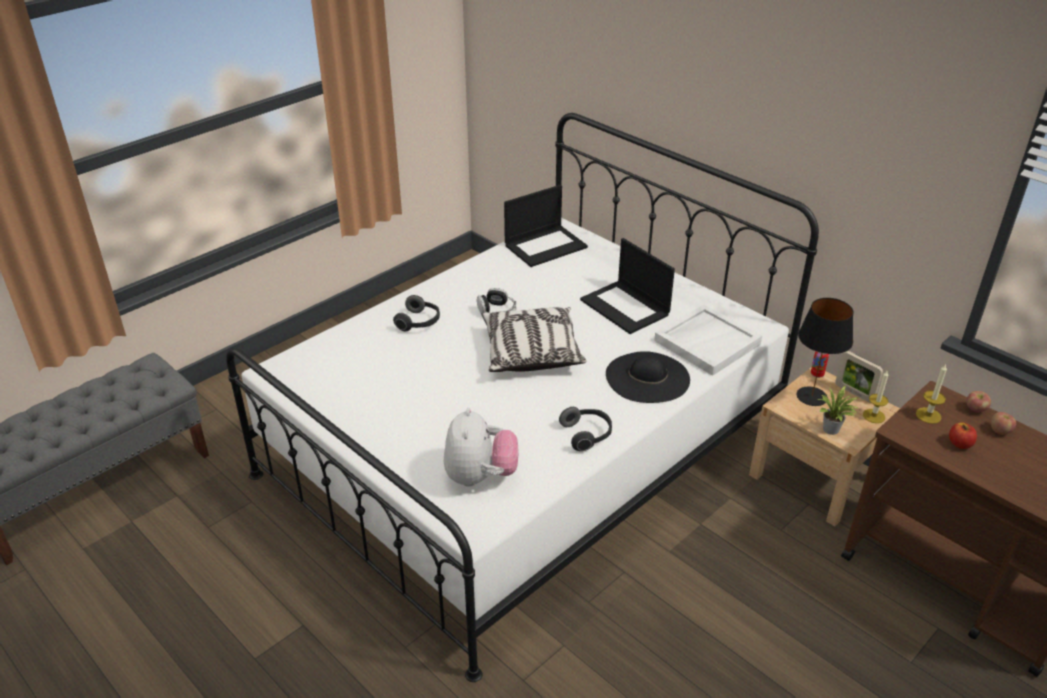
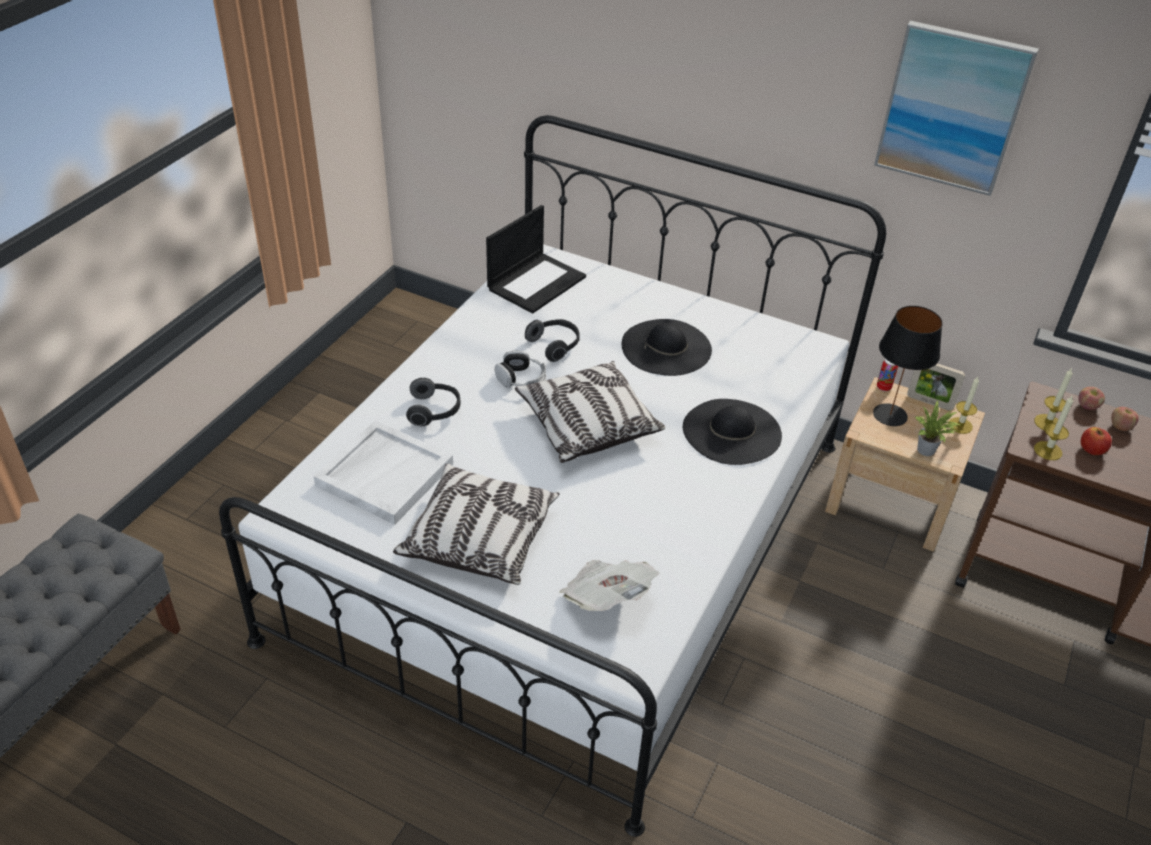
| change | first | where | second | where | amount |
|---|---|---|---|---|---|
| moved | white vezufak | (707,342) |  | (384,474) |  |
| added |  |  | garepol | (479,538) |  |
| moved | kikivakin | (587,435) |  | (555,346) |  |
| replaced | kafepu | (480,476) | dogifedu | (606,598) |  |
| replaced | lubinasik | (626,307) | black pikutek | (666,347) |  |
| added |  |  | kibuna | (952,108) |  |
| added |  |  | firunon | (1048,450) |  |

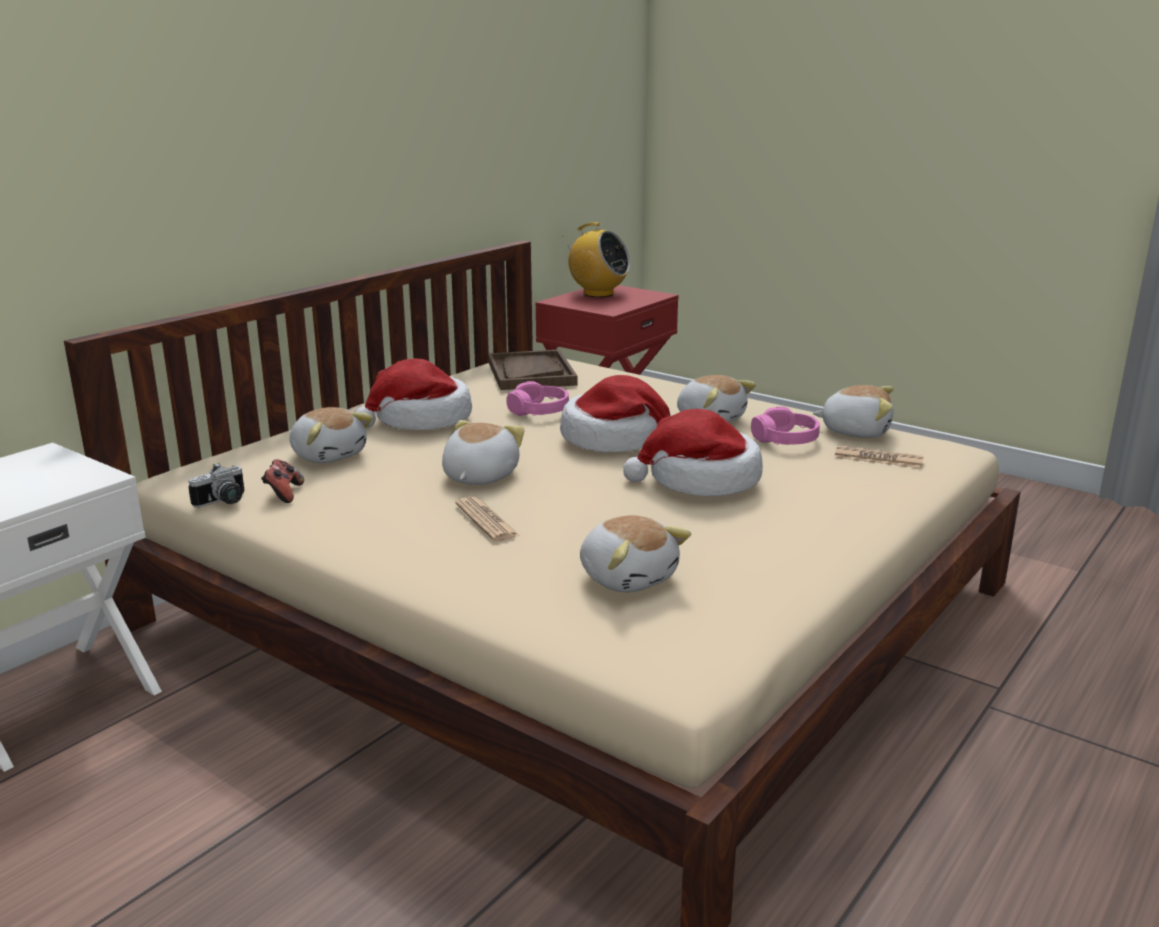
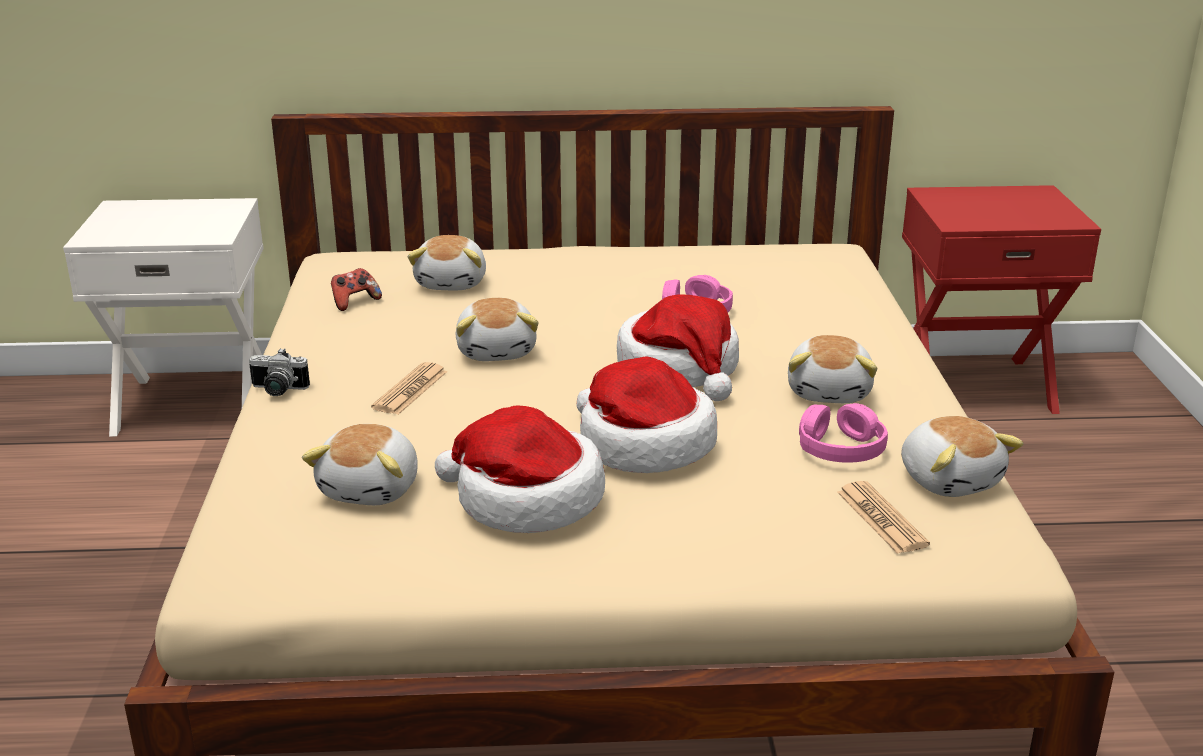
| change | first | where | second | where | amount |
|---|---|---|---|---|---|
| moved | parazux | (223,502) |  | (277,391) |  |
| moved | pikutek | (420,419) |  | (525,499) |  |
| turned | kafepu | (478,476) |  | (497,351) | 105 degrees clockwise |
| removed | brown vezufak | (531,373) |  |  |  |
| removed | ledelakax | (598,294) |  |  |  |

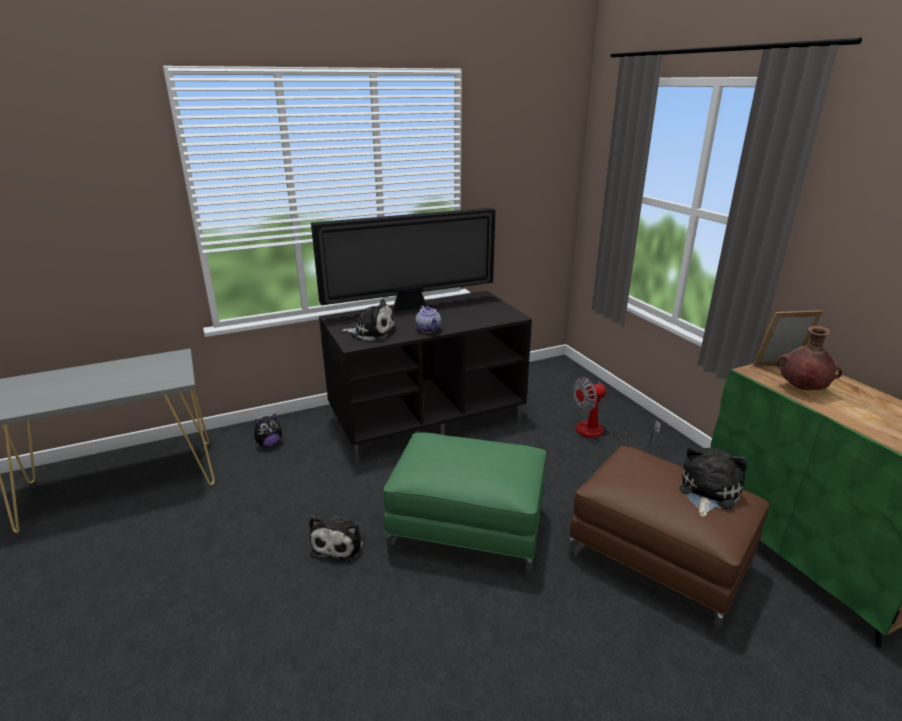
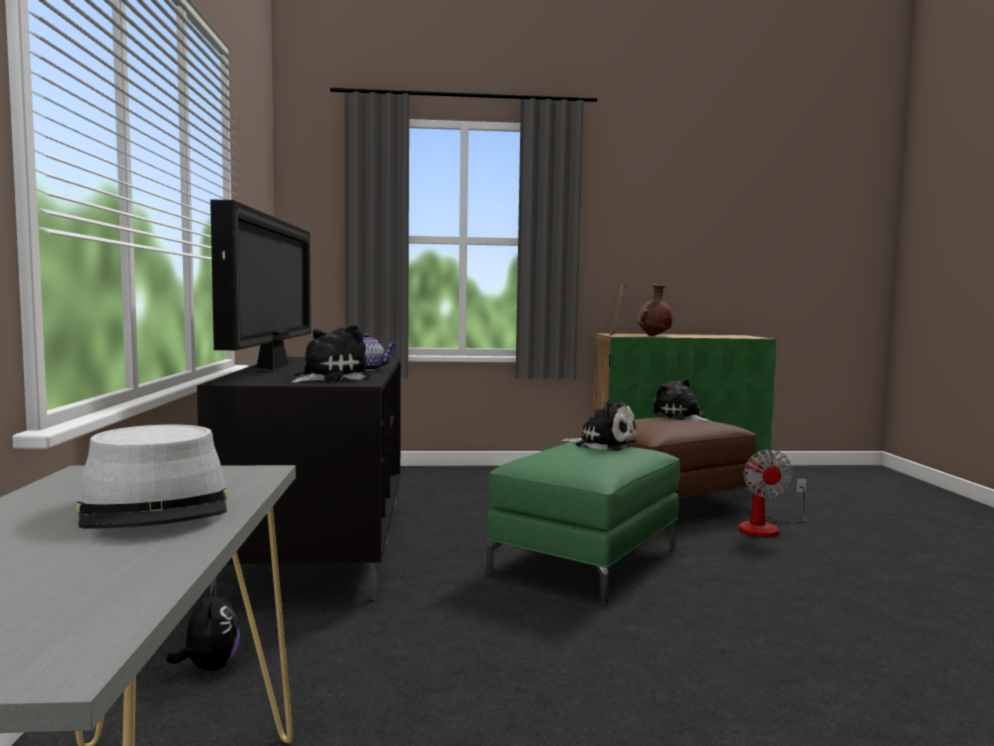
| change | first | where | second | where | amount |
|---|---|---|---|---|---|
| added |  |  | grey pikutek | (156,506) |  |
| moved | kafepu | (339,543) |  | (603,445) |  |
| moved | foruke | (600,433) |  | (766,528) |  |

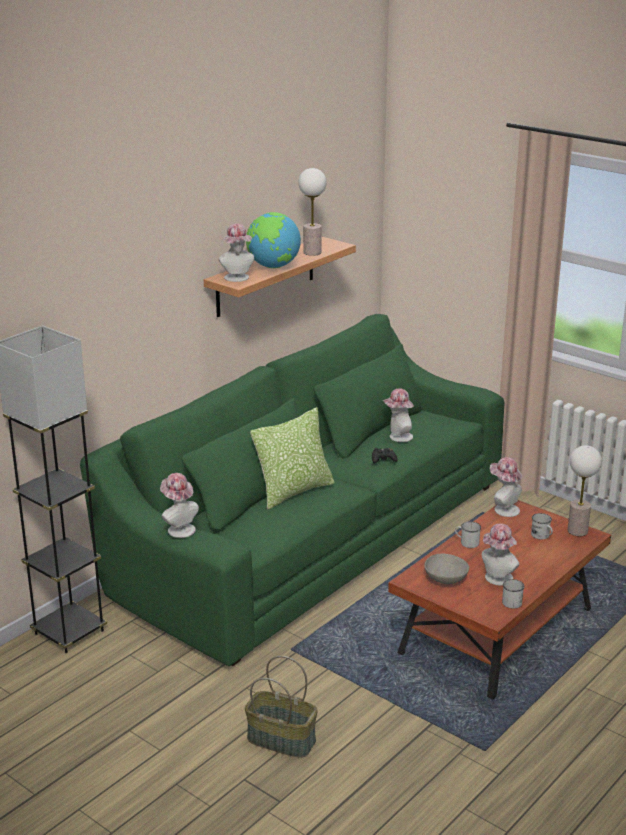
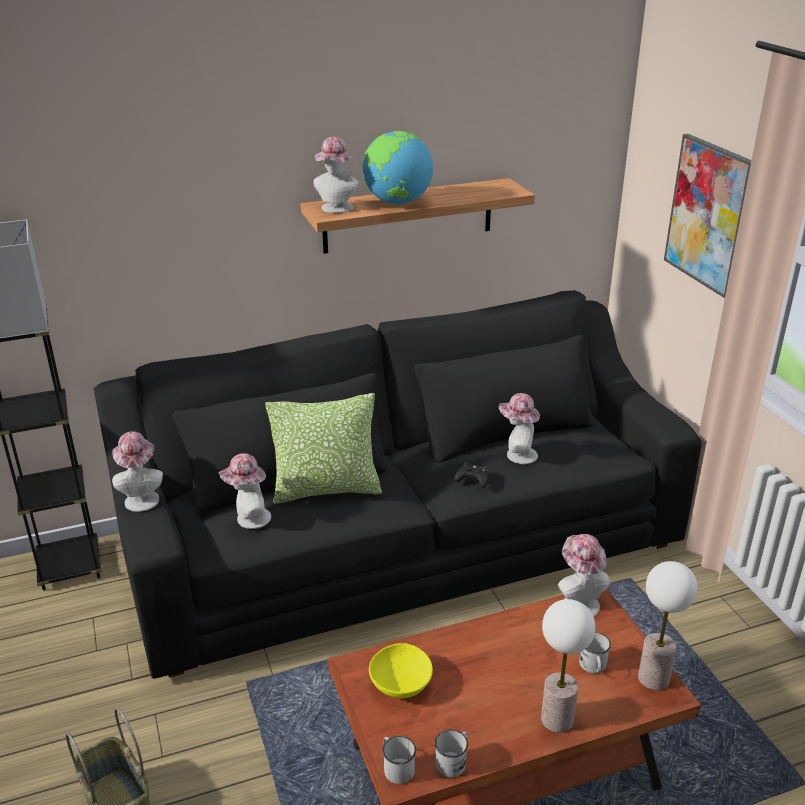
| change | first | where | second | where | amount |
|---|---|---|---|---|---|
| recoloured | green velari | (312,537) | black velari | (403,541) |  |
| moved | pikutek | (497,579) |  | (249,519) |  |
| recoloured | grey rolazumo | (445,579) | yellow rolazumo | (400,684) |  |
| moved | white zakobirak | (466,542) |  | (396,767) |  |
| moved | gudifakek | (312,252) |  | (557,720) |  |
| added |  |  | kibuna | (708,214) |  |

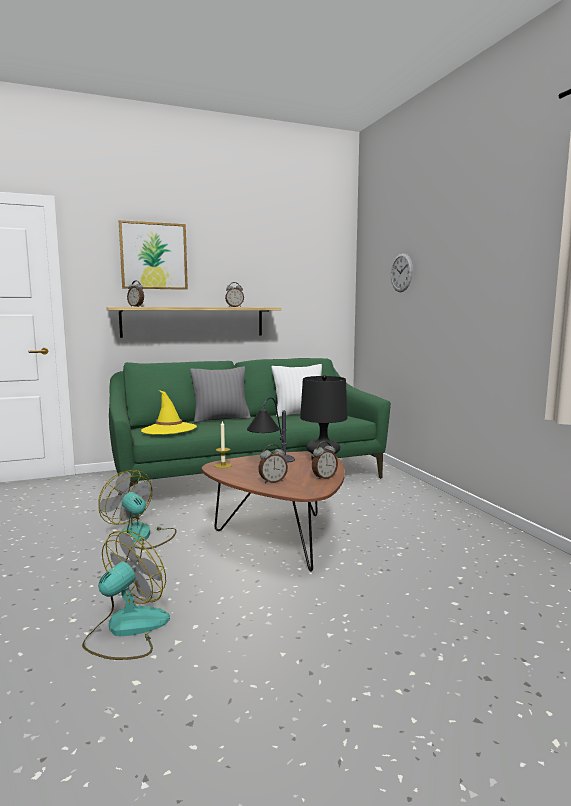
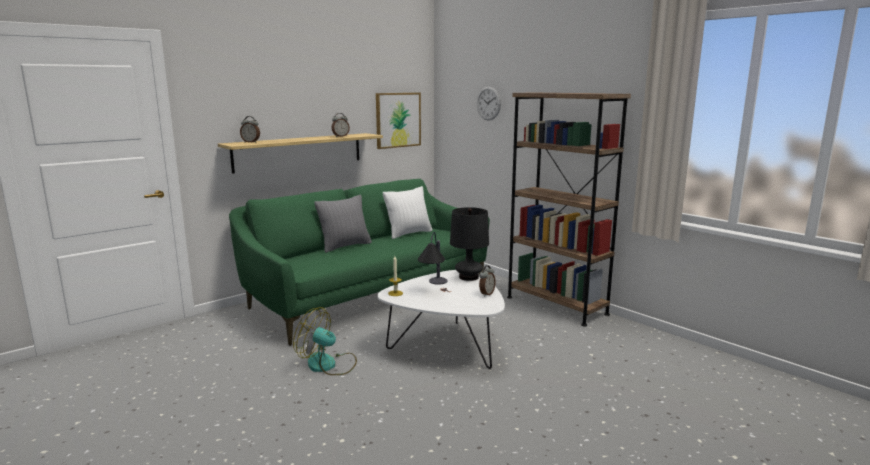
| change | first | where | second | where | amount |
|---|---|---|---|---|---|
| moved | kibuna | (153,256) |  | (398,120) |  |
| recoloured | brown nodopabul | (282,538) | white nodopabul | (446,346) |  |
| added |  |  | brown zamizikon | (556,305) |  |
| removed | foruke | (126,630) |  |  |  |
| removed | yellow pikutek | (169,429) |  |  |  |
| removed | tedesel | (272,481) |  |  |  |

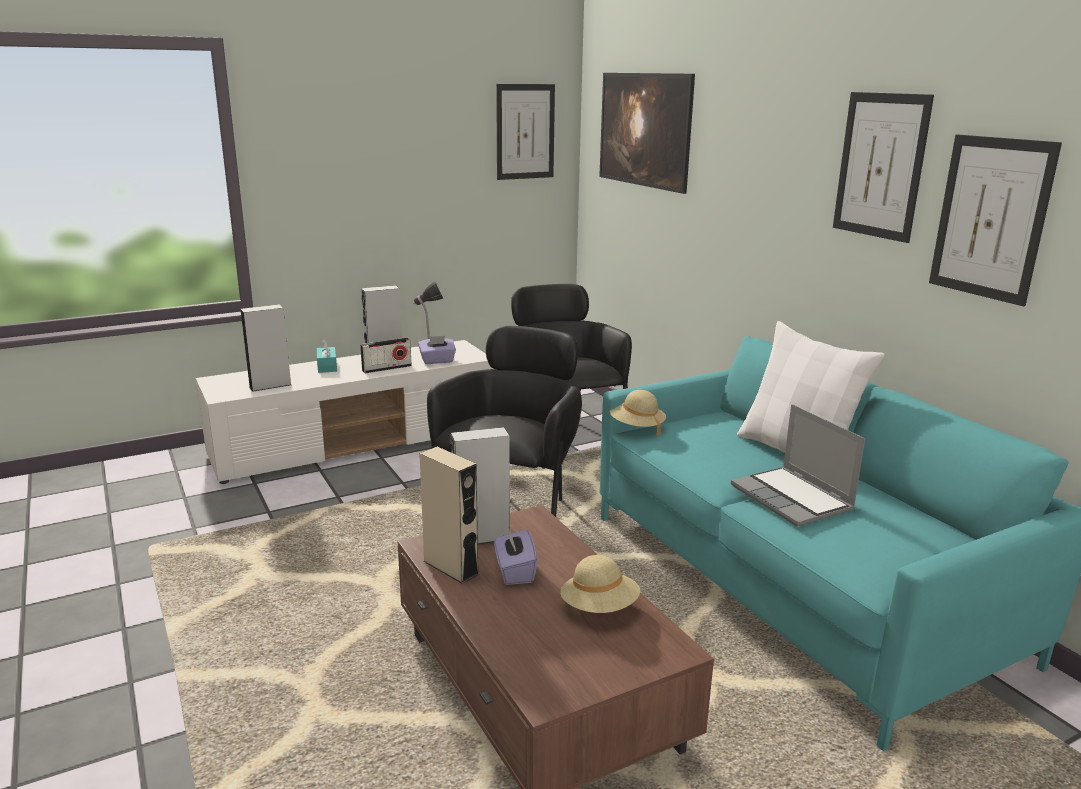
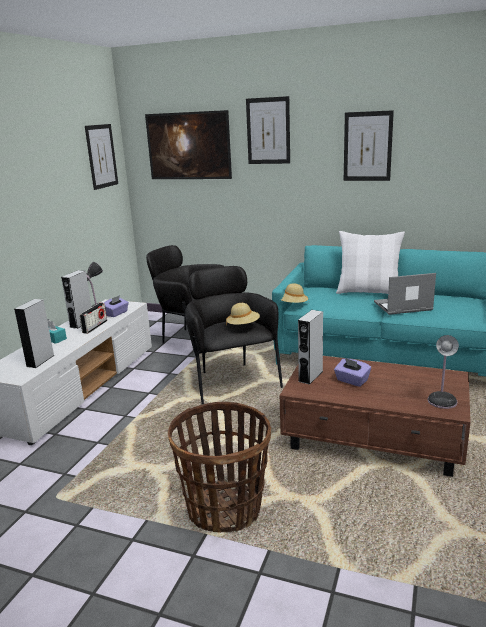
| change | first | where | second | where | amount |
|---|---|---|---|---|---|
| added |  |  | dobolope | (225,508) |  |
| moved | beige pikutek | (599,608) |  | (243,325) |  |
| moved | kibuna | (990,218) |  | (268,131) |  |
| turned | lubinasik | (793,499) |  | (402,307) | 150 degrees clockwise |
| added |  |  | gudifakek | (442,400) |  |
| removed | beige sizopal | (450,567) |  |  |  |

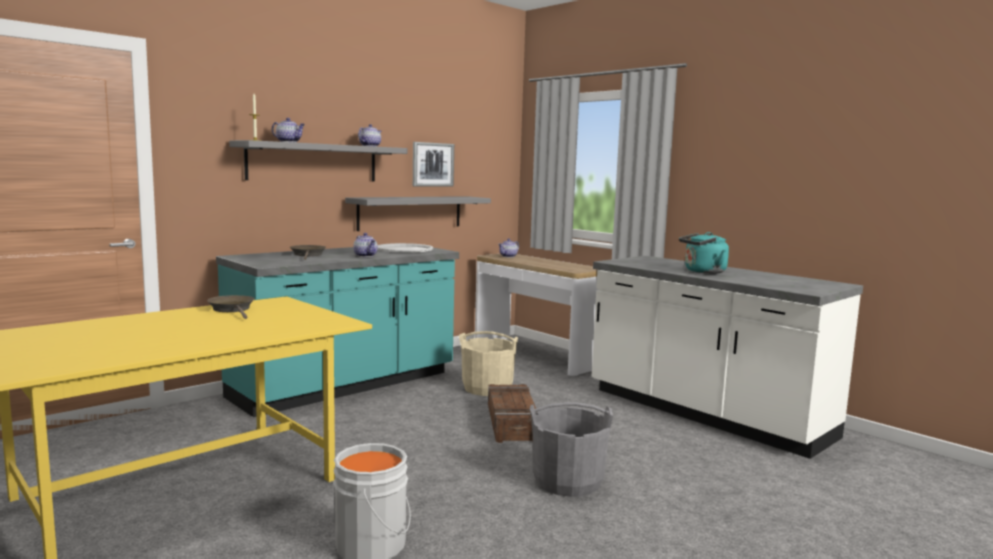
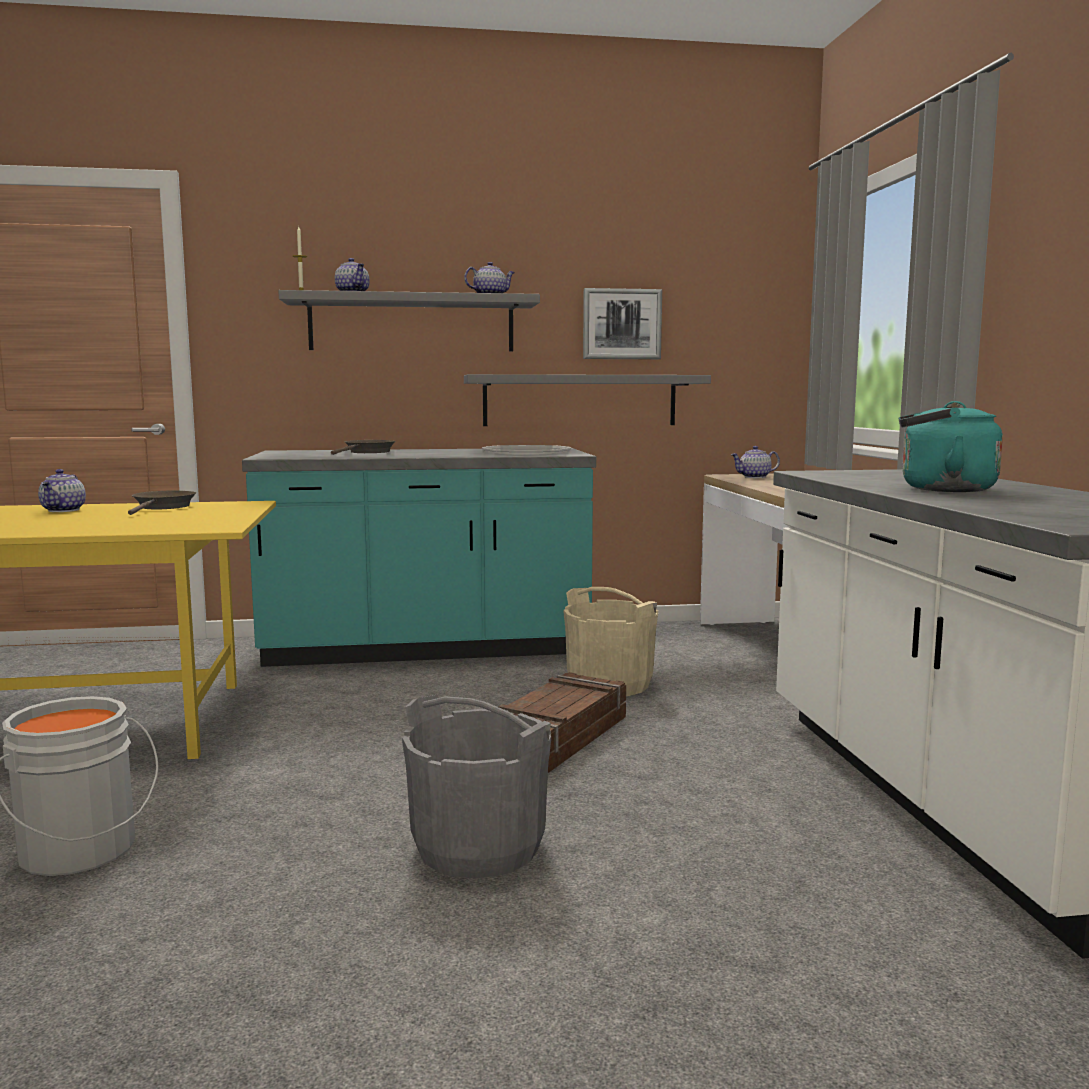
| change | first | where | second | where | amount |
|---|---|---|---|---|---|
| moved | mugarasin | (366,256) |  | (64,510) |  |

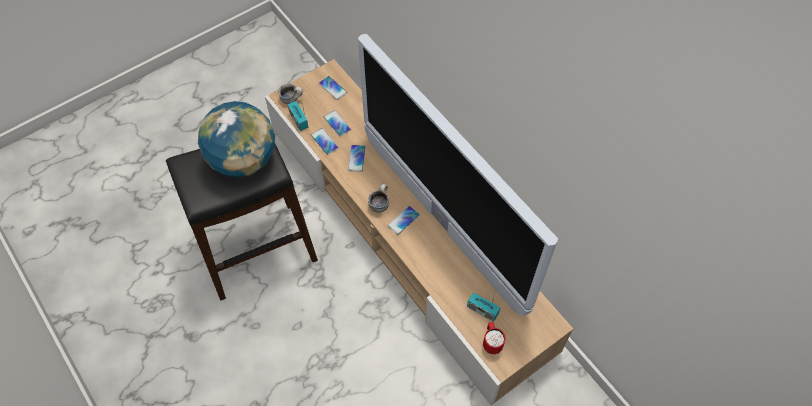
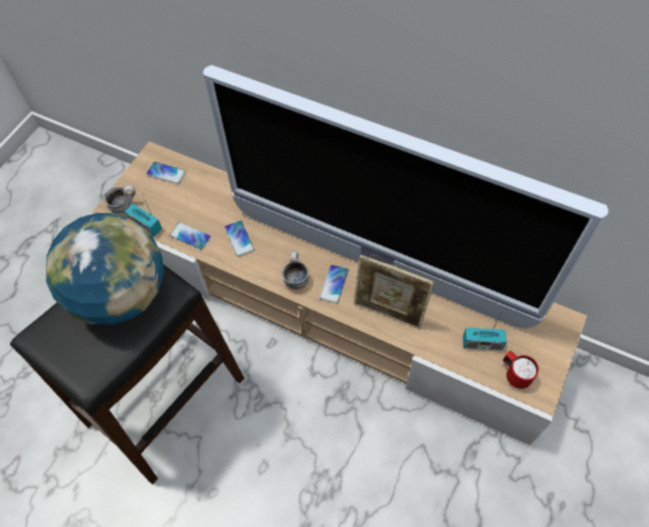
| change | first | where | second | where | amount |
|---|---|---|---|---|---|
| added |  |  | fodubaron | (388,313) |  |
| removed | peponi | (337,123) |  |  |  |

